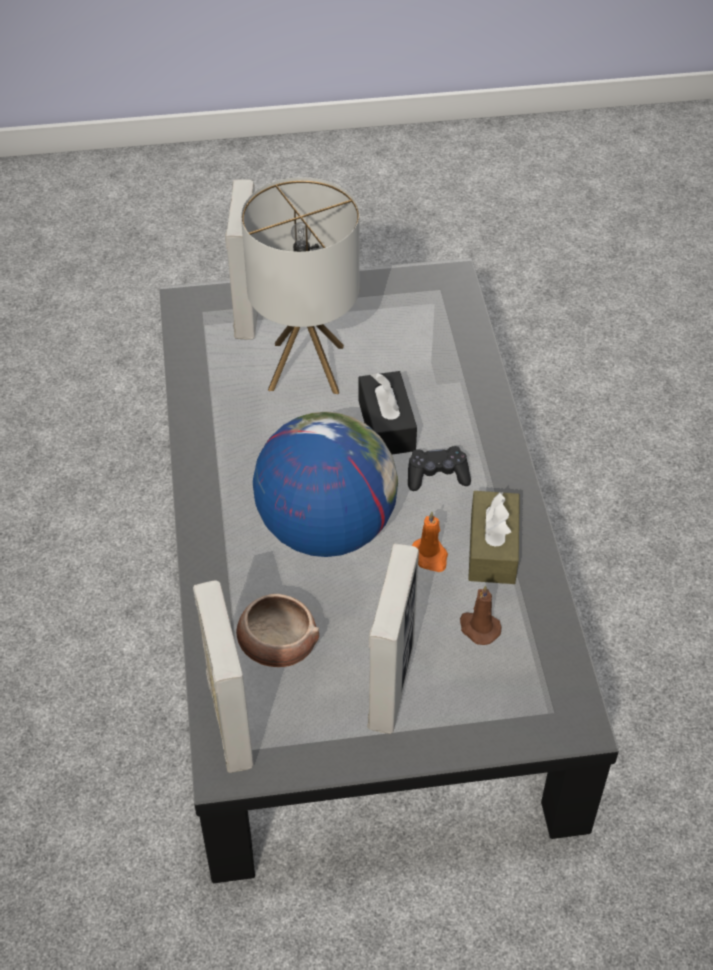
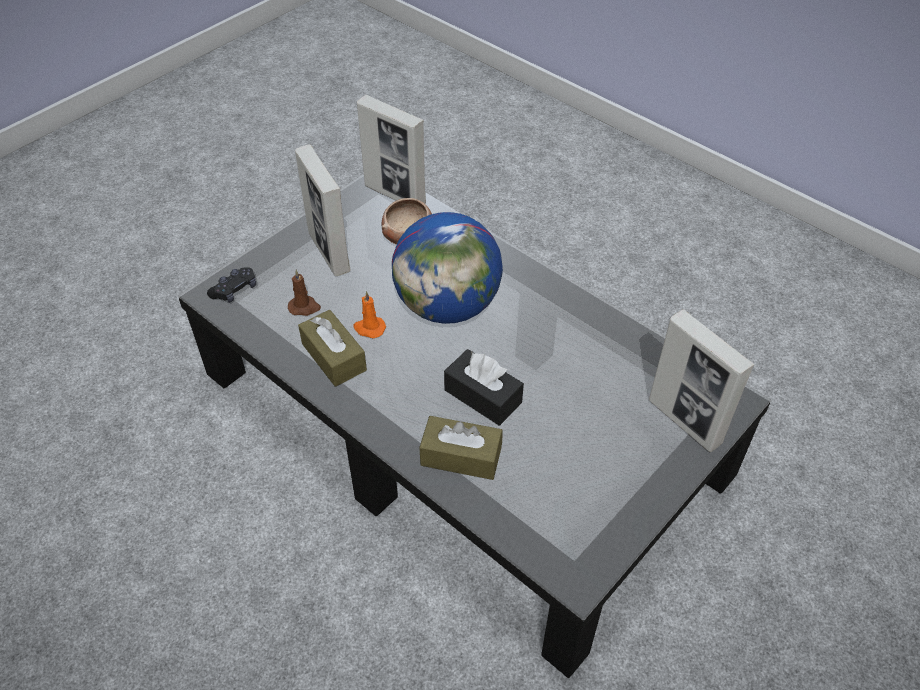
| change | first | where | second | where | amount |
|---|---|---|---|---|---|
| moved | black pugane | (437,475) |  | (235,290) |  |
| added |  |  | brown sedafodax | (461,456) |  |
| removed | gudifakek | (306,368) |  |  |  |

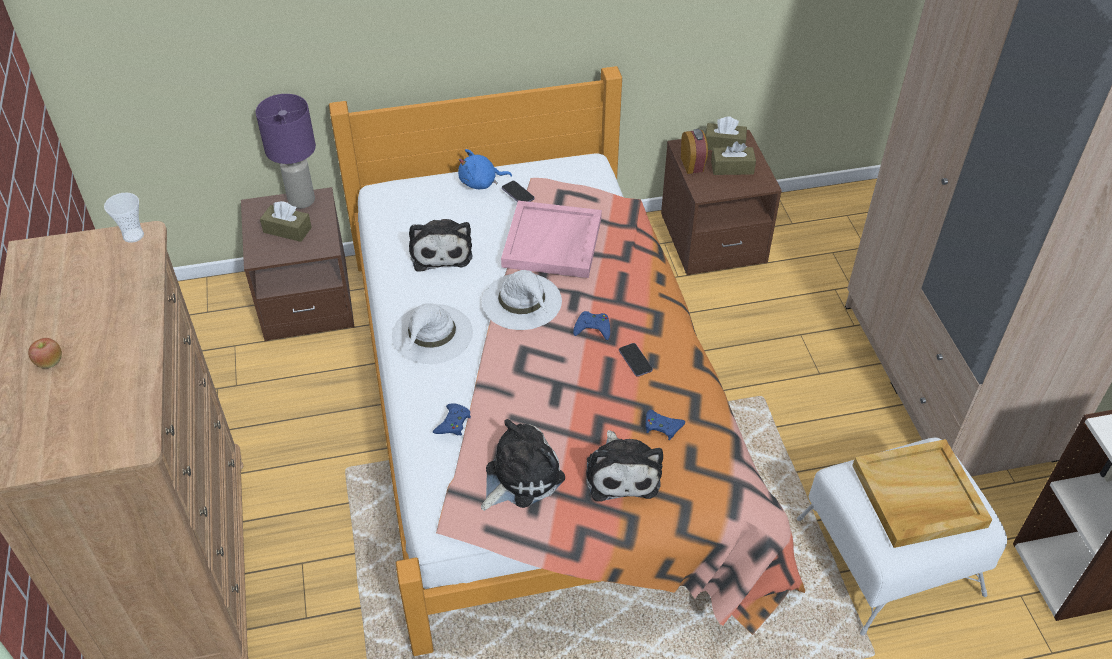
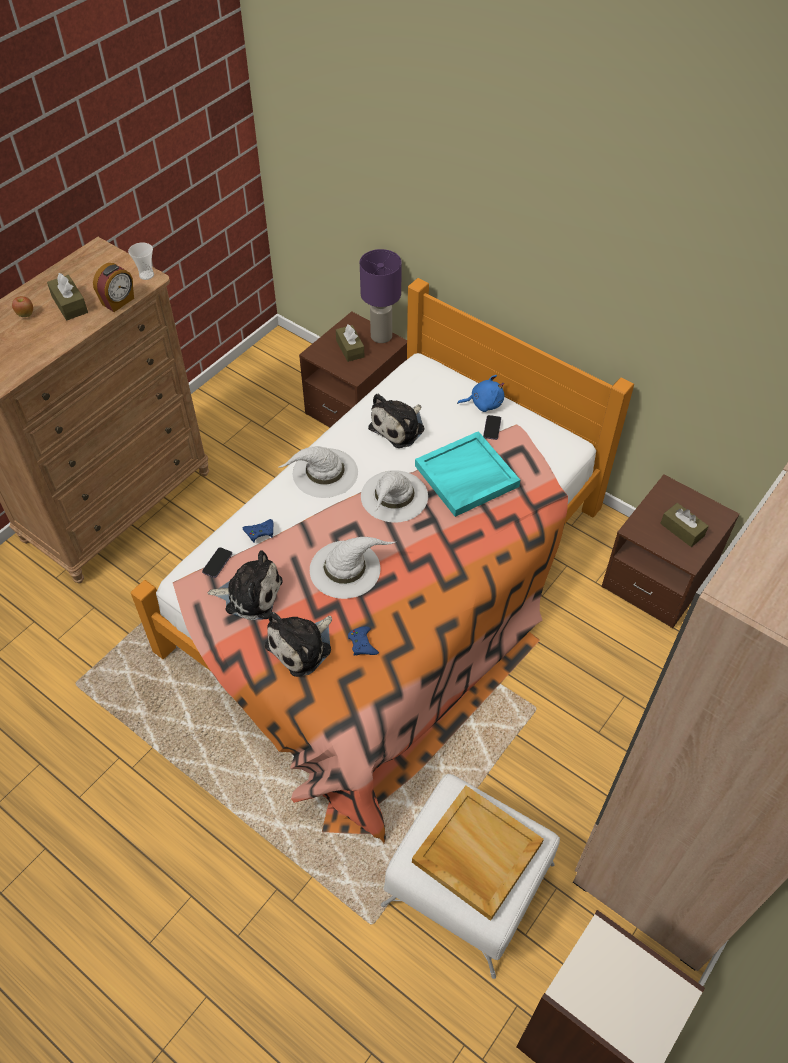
| change | first | where | second | where | amount |
|---|---|---|---|---|---|
| moved | brown sedafodax | (724,145) |  | (70,304) |  |
| moved | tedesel | (692,164) |  | (118,302) |  |
| moved | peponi | (635,360) |  | (217,563) |  |
| added |  |  | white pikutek | (346,568) |  |
| recoloured | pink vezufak | (553,243) | turquoise vezufak | (466,477) |  |
| turned | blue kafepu | (481,182) |  | (484,403) | 135 degrees clockwise |
| removed | blue pugane | (592,328) |  |  |  |

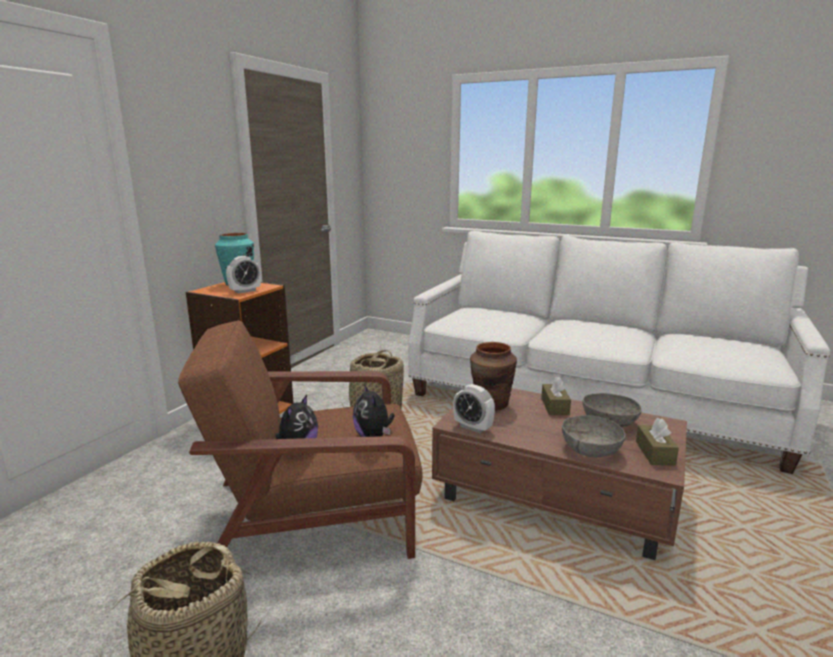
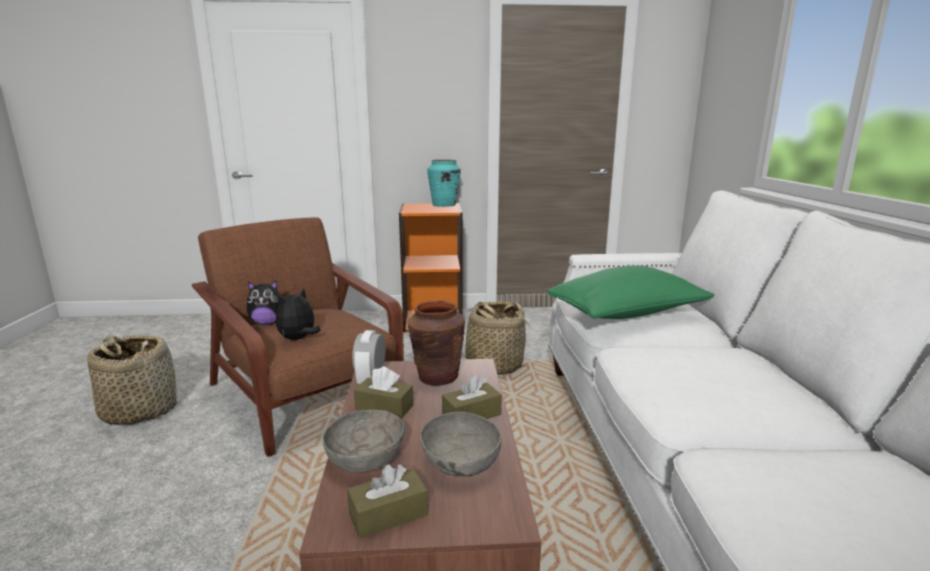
| change | first | where | second | where | amount |
|---|---|---|---|---|---|
| added |  |  | brown sedafodax | (384,407) |  |
| added |  |  | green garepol | (627,314) |  |
| removed | tedesel | (245,291) |  |  |  |

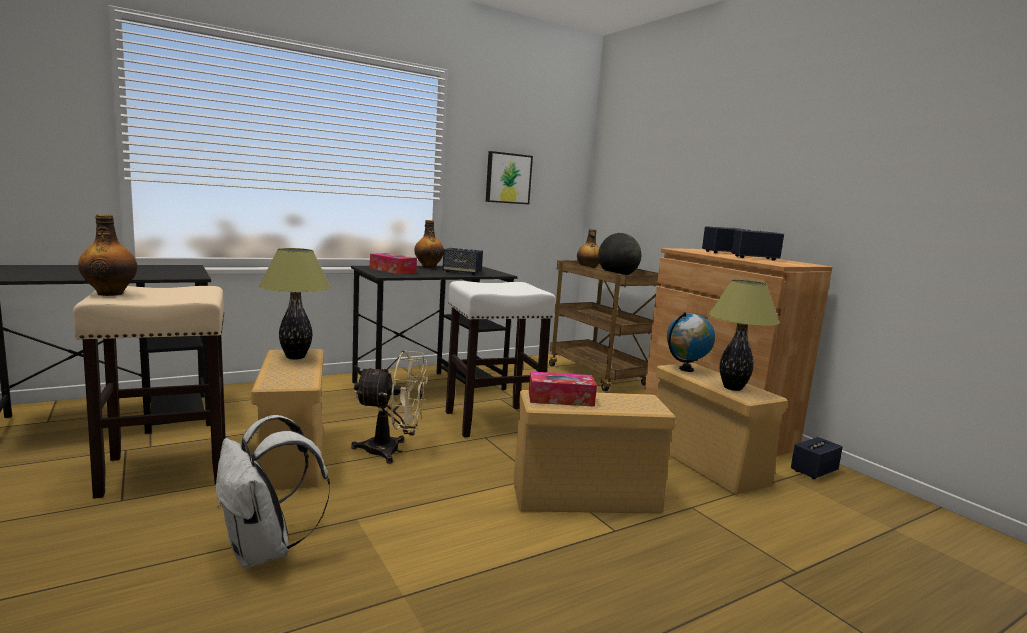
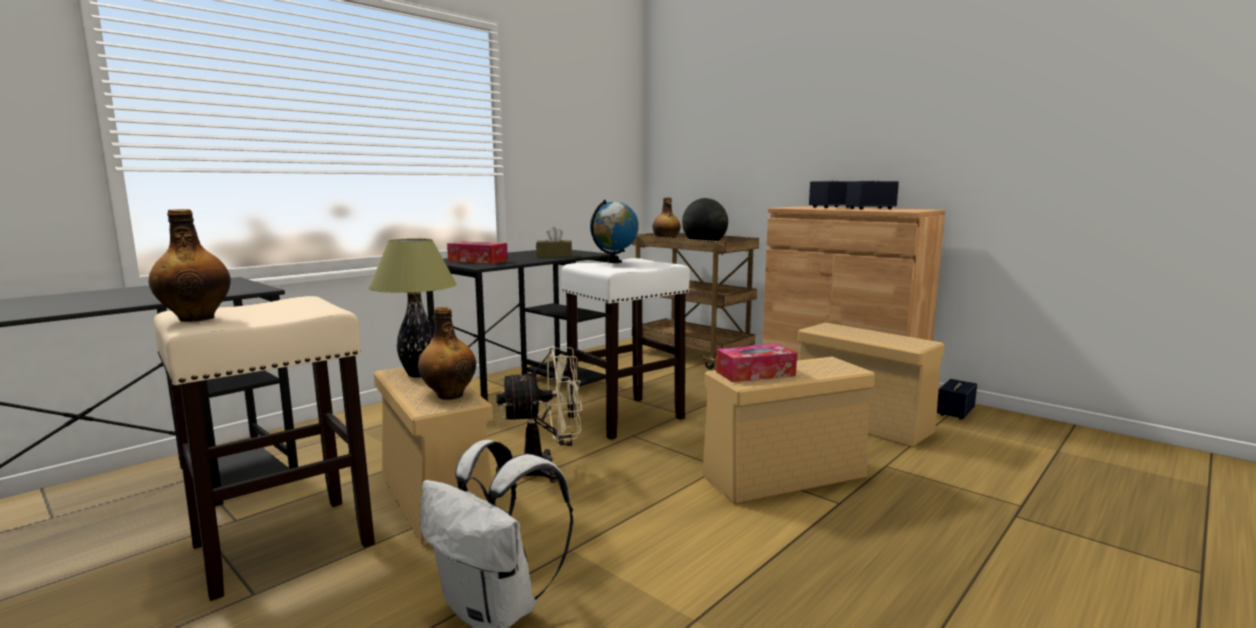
| change | first | where | second | where | amount |
|---|---|---|---|---|---|
| moved | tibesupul | (428,267) |  | (449,395) |  |
| replaced | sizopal | (462,272) | brown sedafodax | (554,256) |  |
| moved | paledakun | (686,369) |  | (614,262) |  |
| removed | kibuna | (508,178) |  |  |  |
| removed | gudifakek | (733,388) |  |  |  |

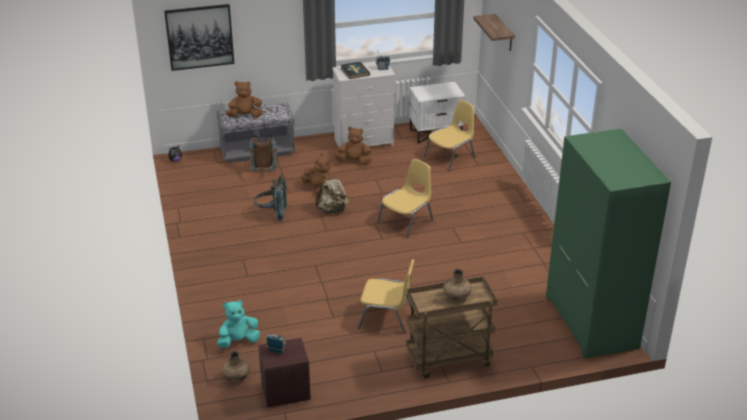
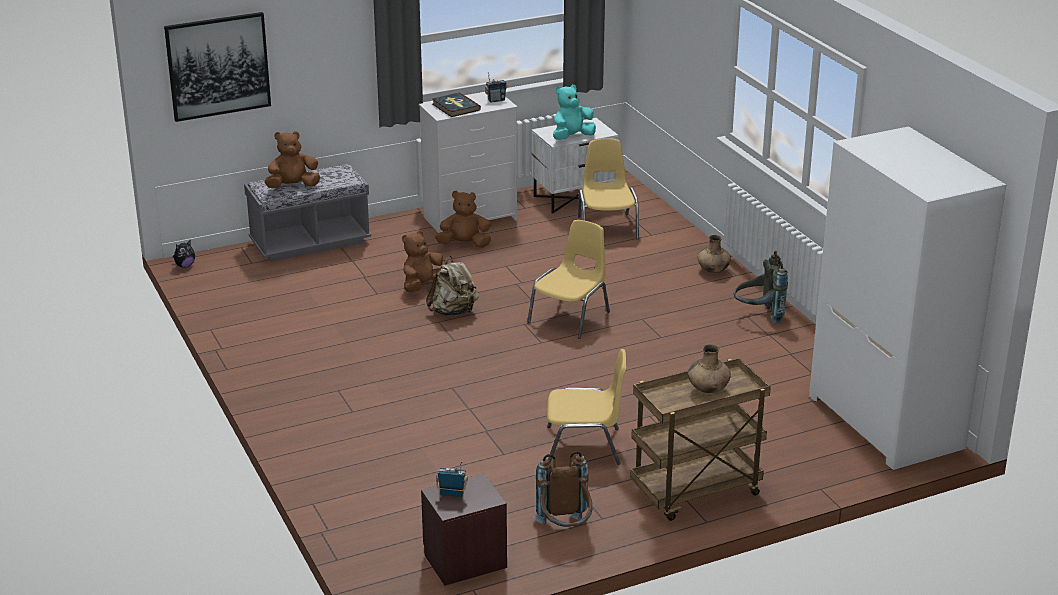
| change | first | where | second | where | amount |
|---|---|---|---|---|---|
| turned | brown kafepu | (318,189) |  | (422,286) | 90 degrees counterclockwise |
| moved | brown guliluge | (264,175) |  | (565,530) |  |
| moved | turquoise kafepu | (238,341) |  | (572,137) |  |
| turned | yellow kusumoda | (450,157) |  | (607,227) | 45 degrees counterclockwise |
| moved | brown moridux | (236,377) |  | (713,270) |  |
| moved | grey guliluge | (271,214) |  | (758,315) |  |
| recoloured | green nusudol | (592,322) | white nusudol | (887,423) |  |
| removed | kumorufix | (504,33) |  |  |  |

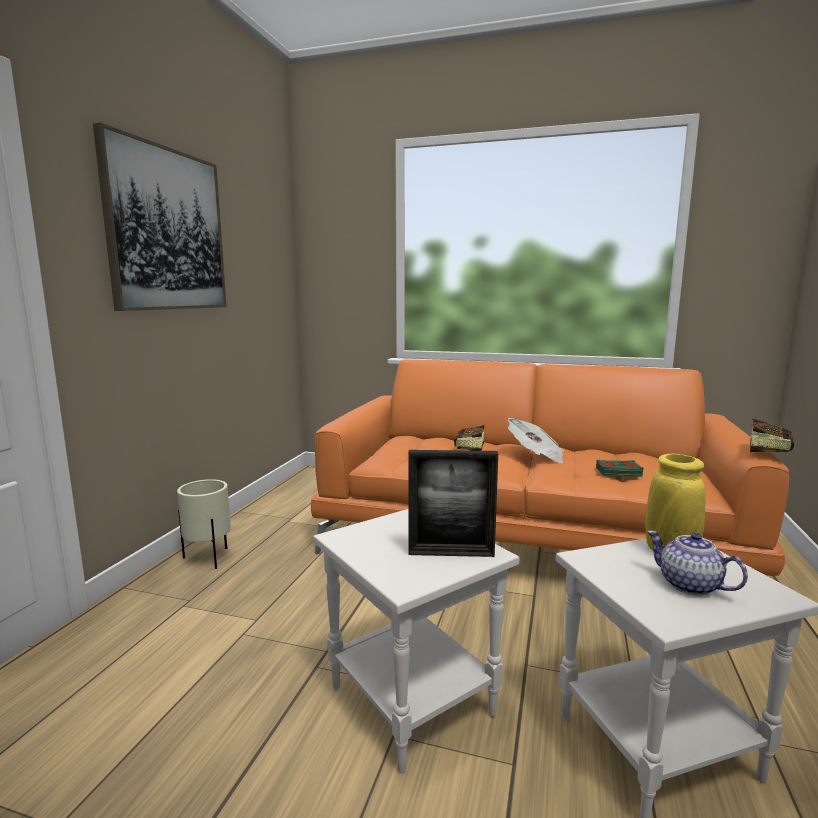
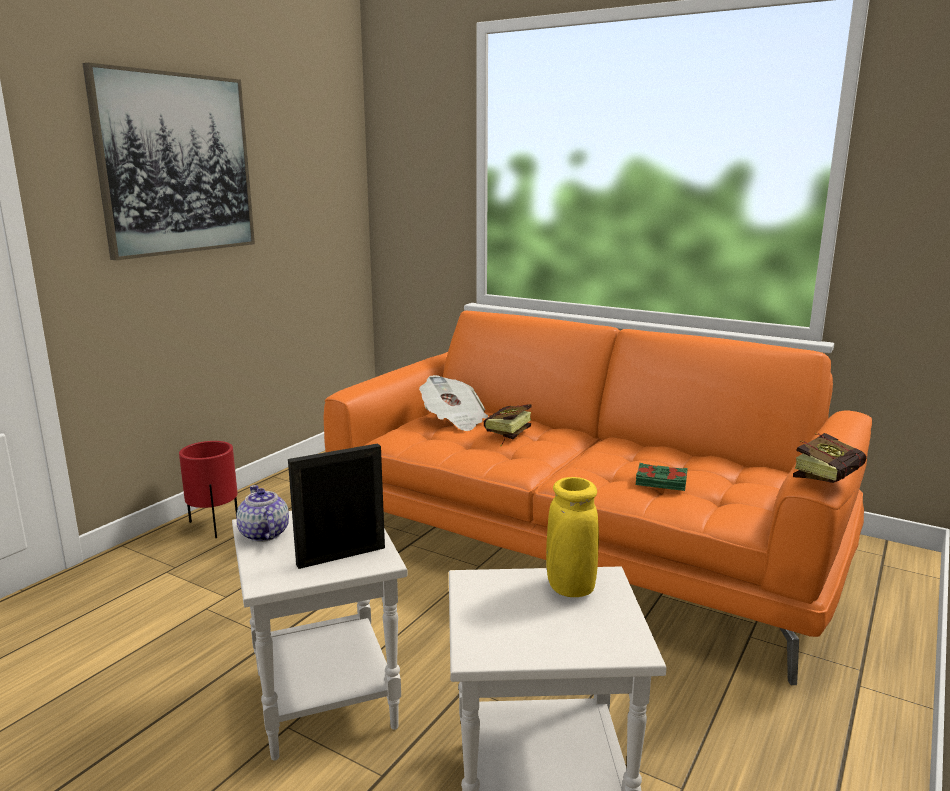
| change | first | where | second | where | amount |
|---|---|---|---|---|---|
| recoloured | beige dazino | (209,559) | red dazino | (214,526) |  |
| moved | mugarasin | (690,585) |  | (263,534) |  |
| turned | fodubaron | (451,553) |  | (341,556) | 135 degrees clockwise |
| moved | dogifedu | (536,455) |  | (454,420) |  |

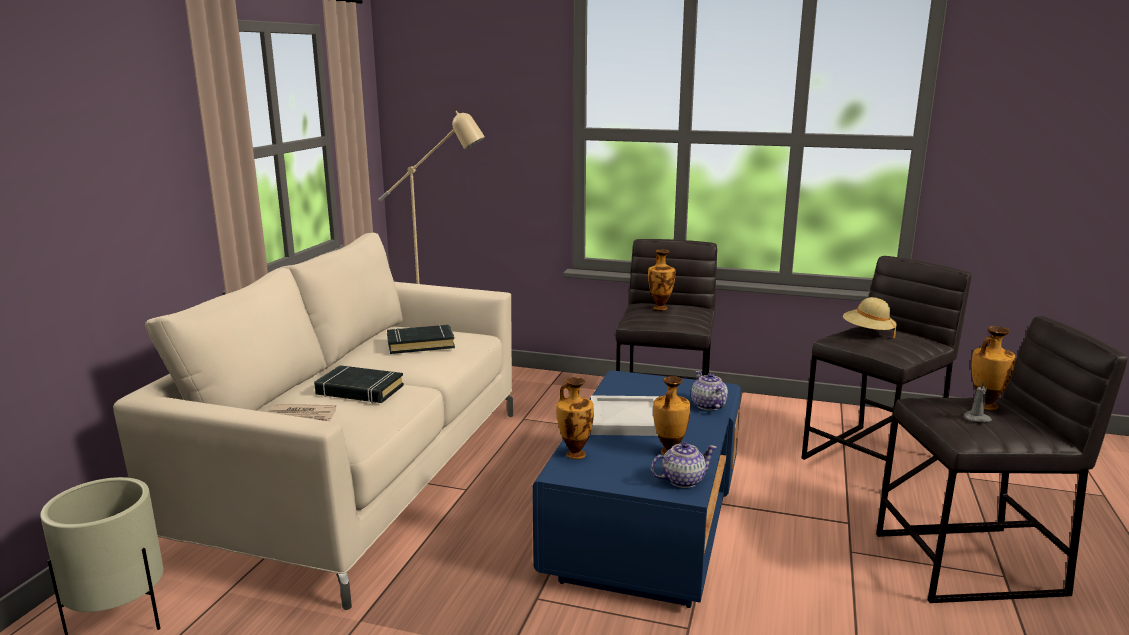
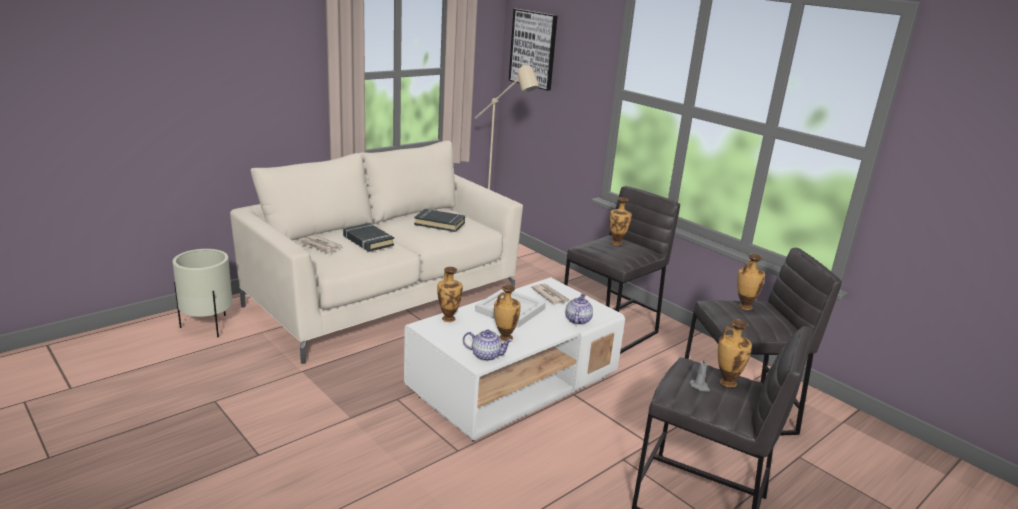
| change | first | where | second | where | amount |
|---|---|---|---|---|---|
| recoloured | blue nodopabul | (645,520) | white nodopabul | (513,385) |  |
| added |  |  | kibuna | (533,49) |  |
| added |  |  | dogifedu | (550,295) |  |
| replaced | beige pikutek | (867,332) | moridux | (744,306) |  |

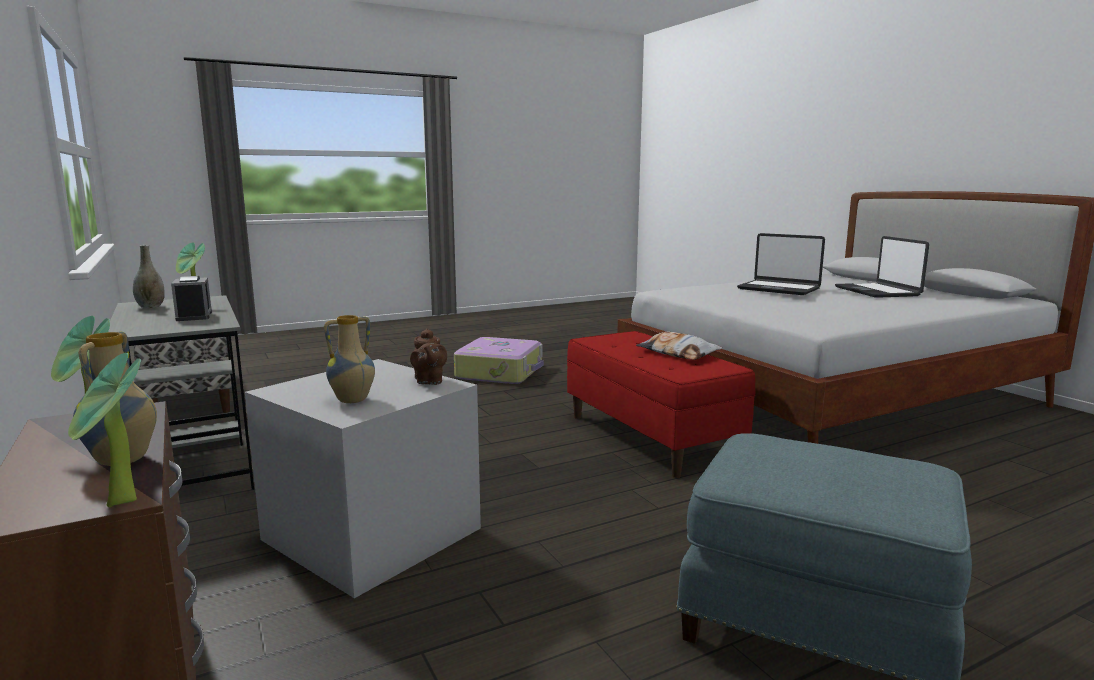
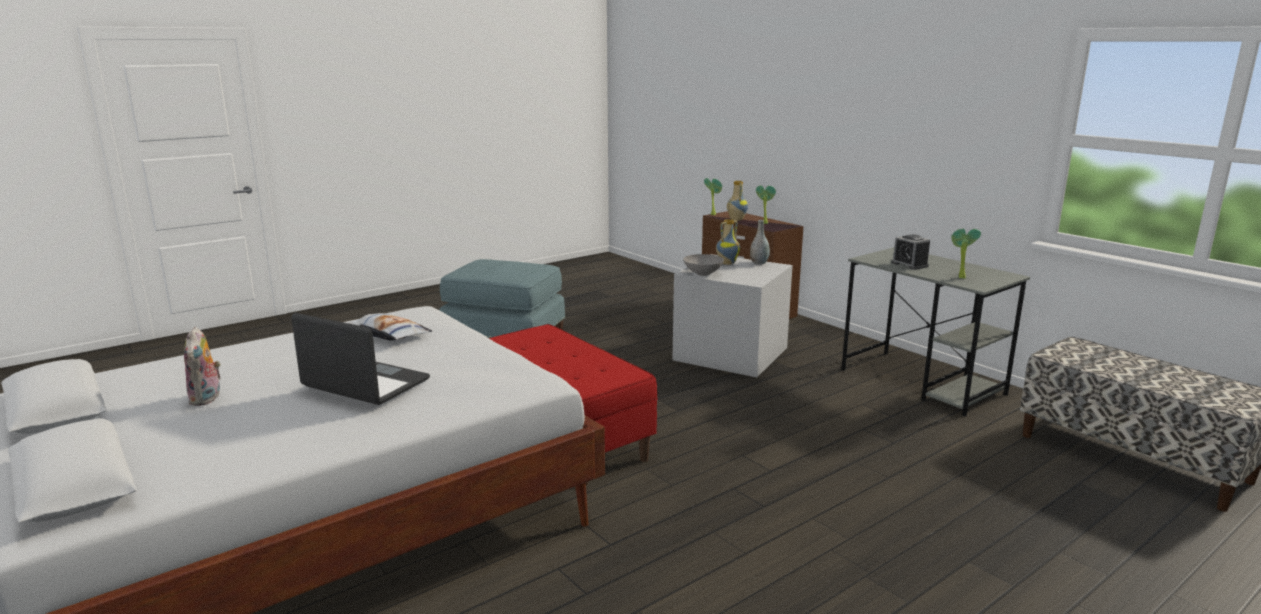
| change | first | where | second | where | amount |
|---|---|---|---|---|---|
| replaced | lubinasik | (877,291) | kafepu | (207,398) |  |
| moved | garepol | (678,353) |  | (388,334) |  |
| replaced | brown mugarasin | (429,381) | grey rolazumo | (703,274) |  |
| moved | grey moridux | (151,307) |  | (759,263) |  |
| removed | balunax | (500,372) |  |  |  |

